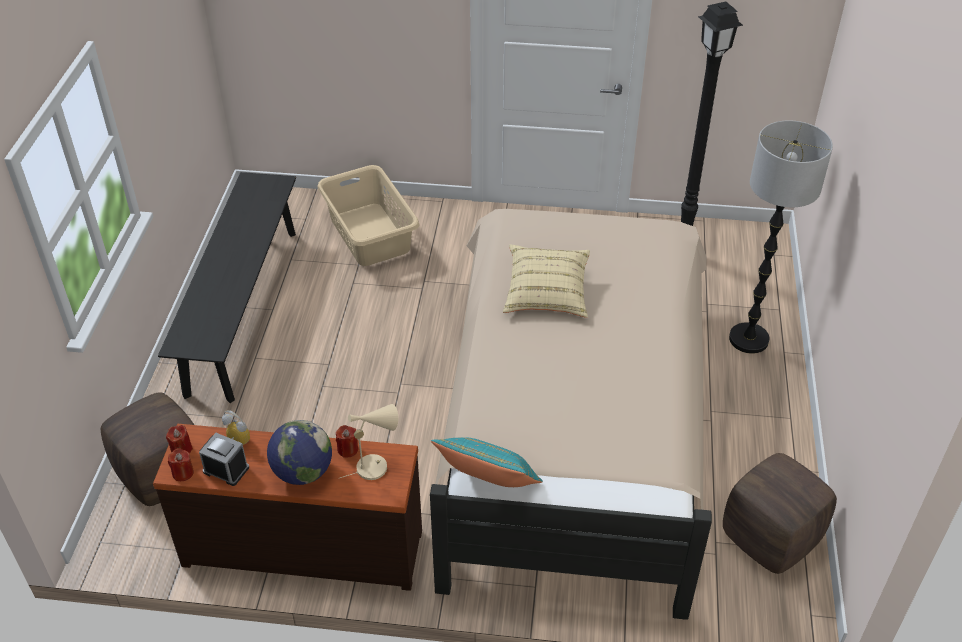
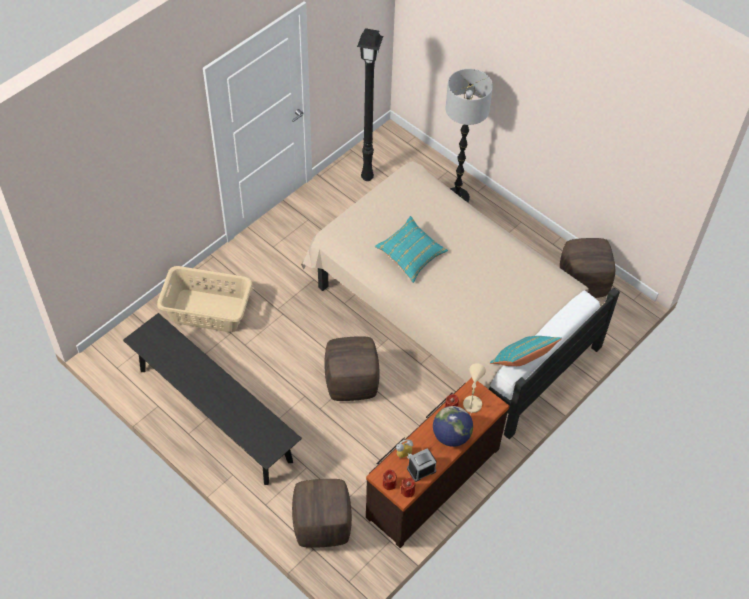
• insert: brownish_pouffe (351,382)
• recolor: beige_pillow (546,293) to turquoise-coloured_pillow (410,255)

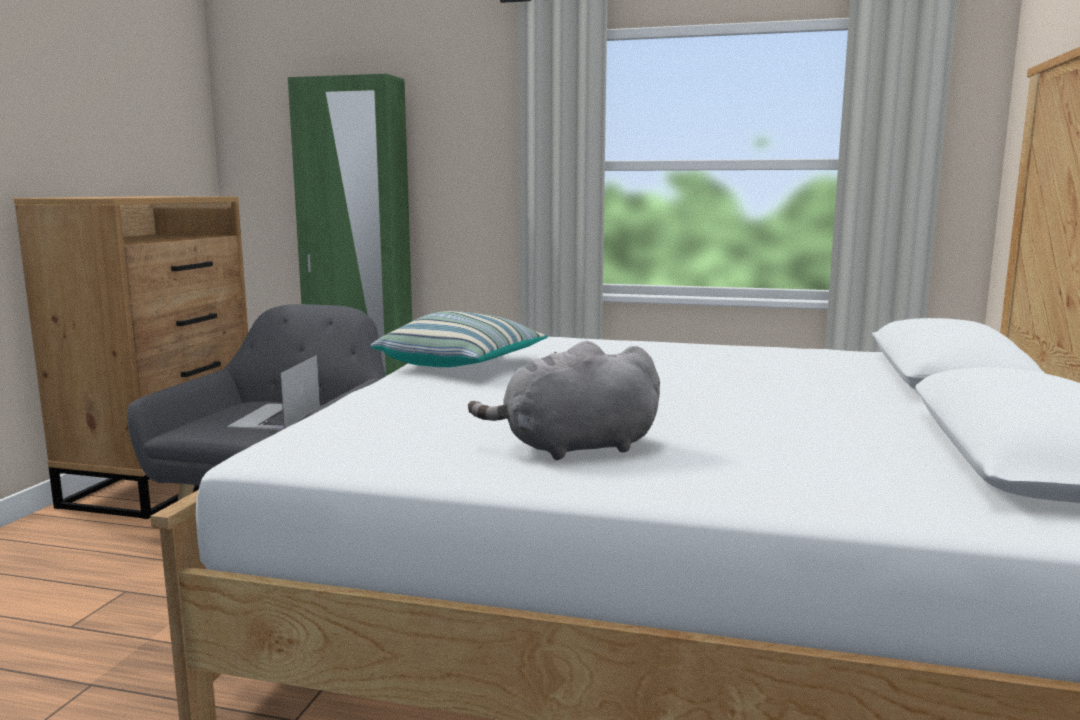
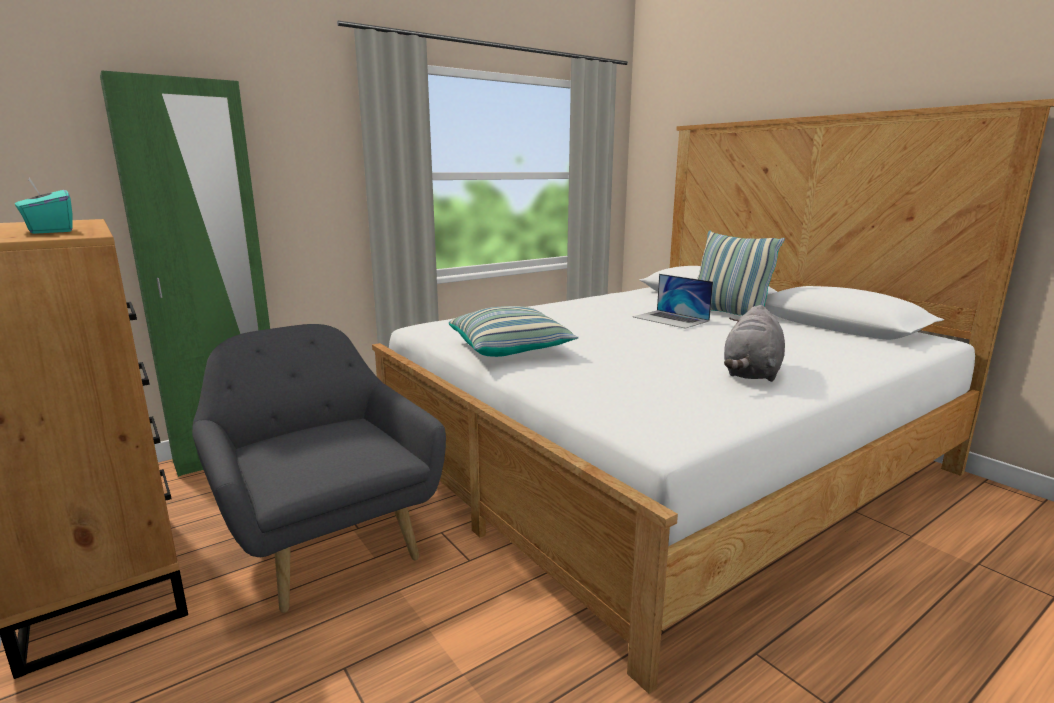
• insert: turquoise-coloured_box_of_tissues (49,231)
• move: laptop (275,416) to (670,319)
• insert: pillow (727,313)

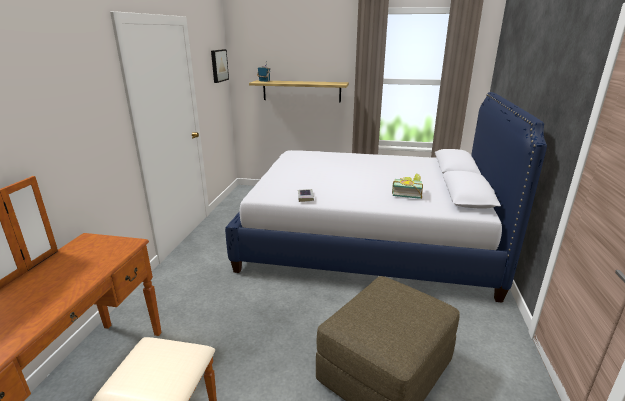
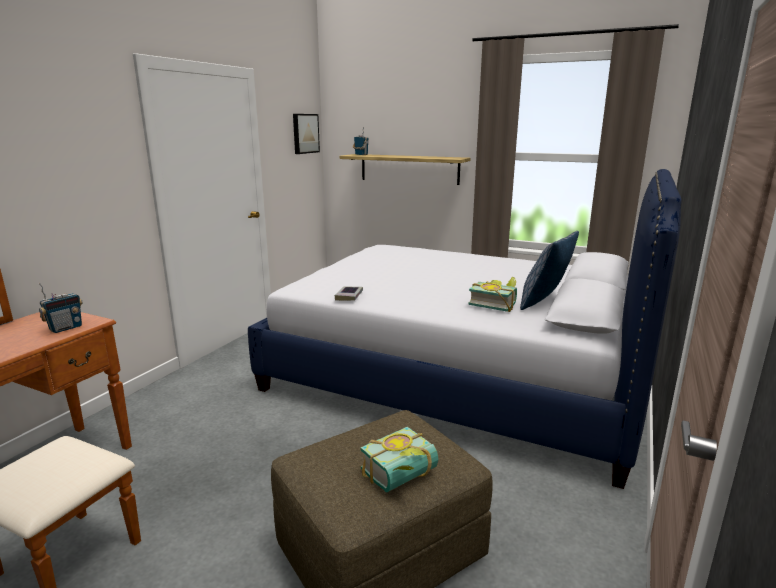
• insert: radio_set (65,328)
• insert: volume (403,477)
• insert: pillow (545,302)

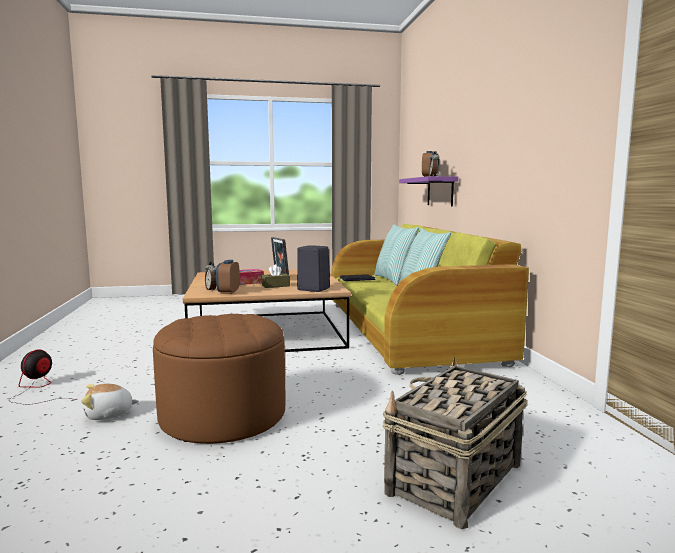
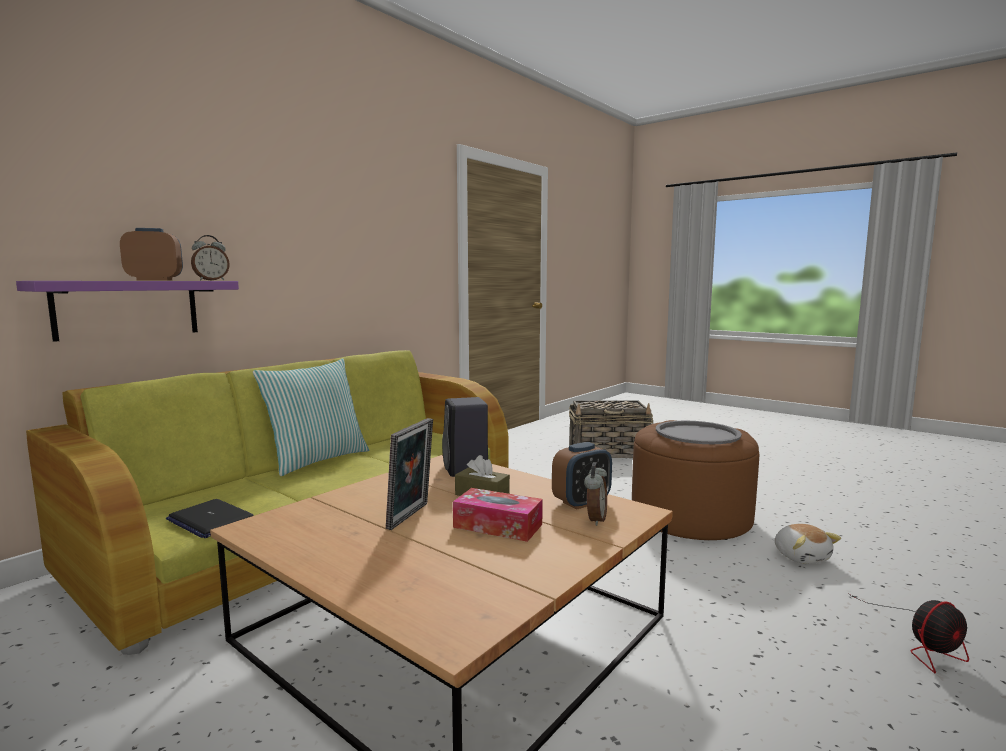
• insert: grey_tray (697,434)
• rotate: soft_toy (109,414) = (801,556) 45 degrees clockwise
• delete: pillow (394,280)

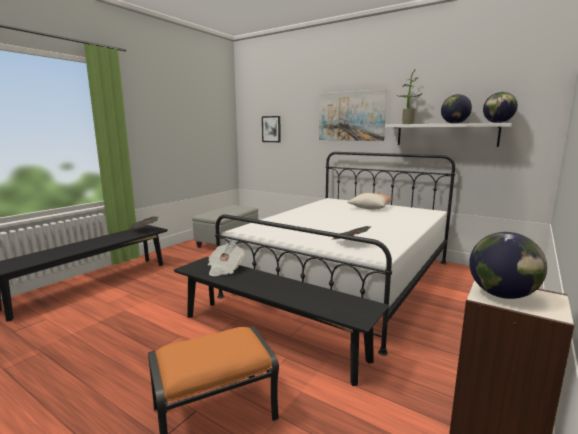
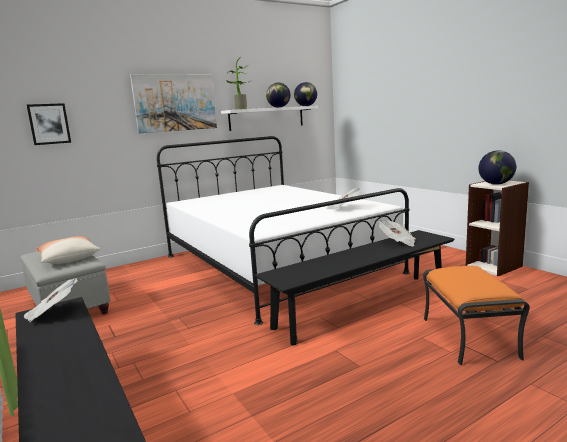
• move: pillow (370,207) to (68,259)
• move: printed_paper (225,269) to (397,242)

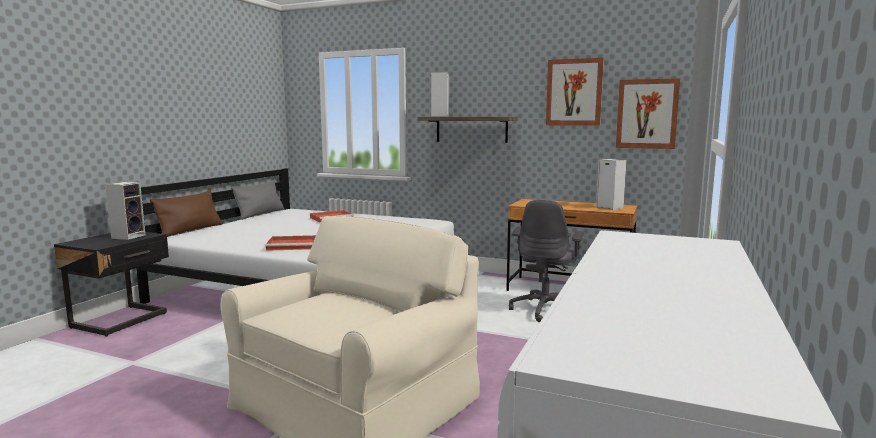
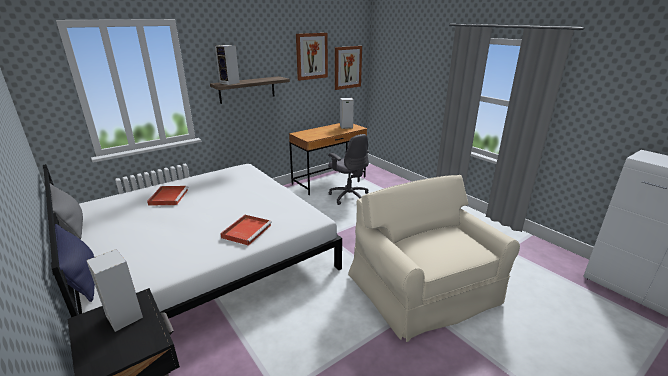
• recolor: brownish_pillow (190,230) to blue_pillow (81,278)

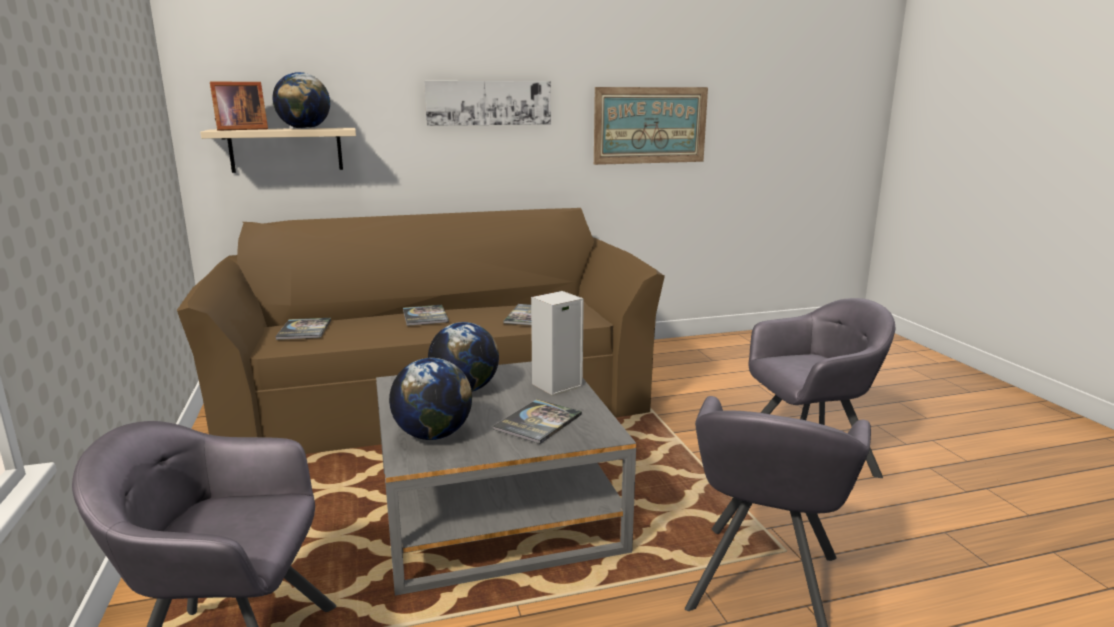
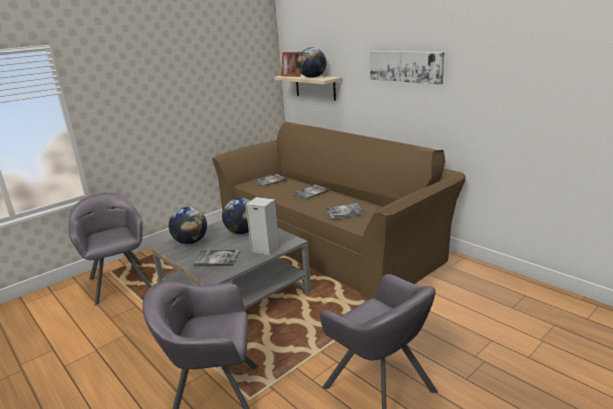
• delete: wall_picture (650,125)

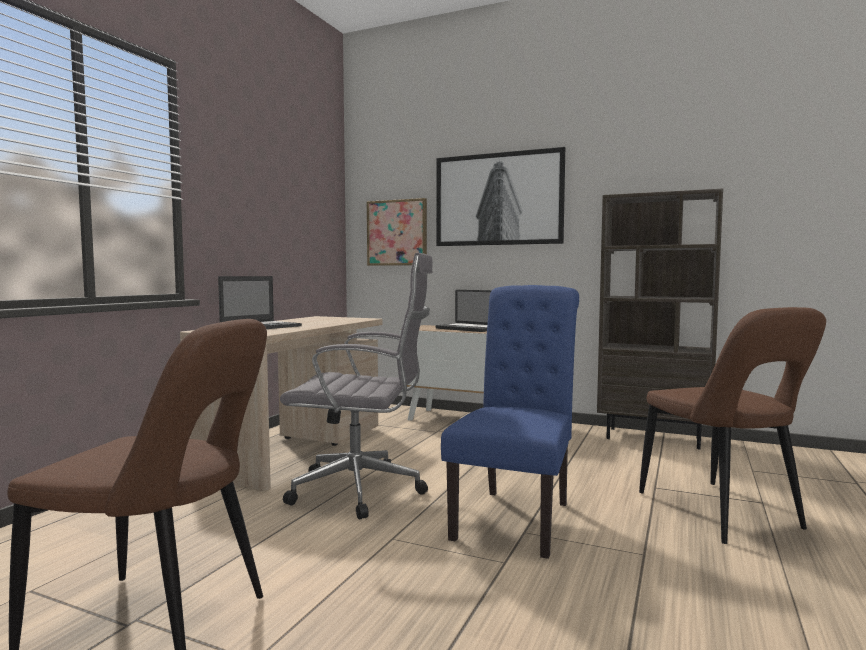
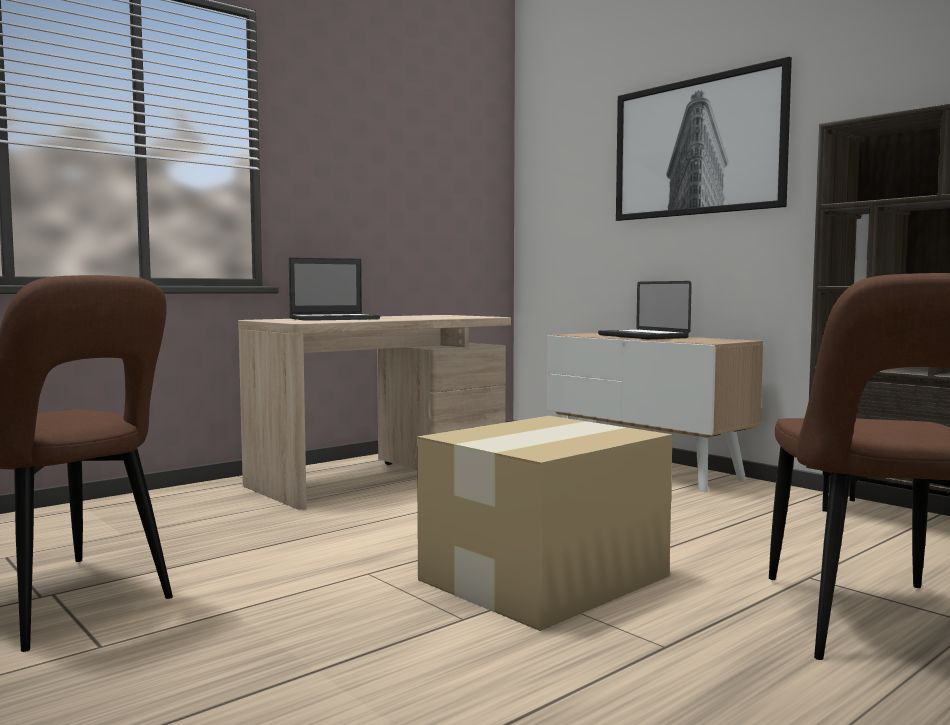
• replace: blue_upright_chair (516,517) to packing_box (547,577)
• delete: grey_desk_chair (363,491)
• delete: wall_picture (397,233)

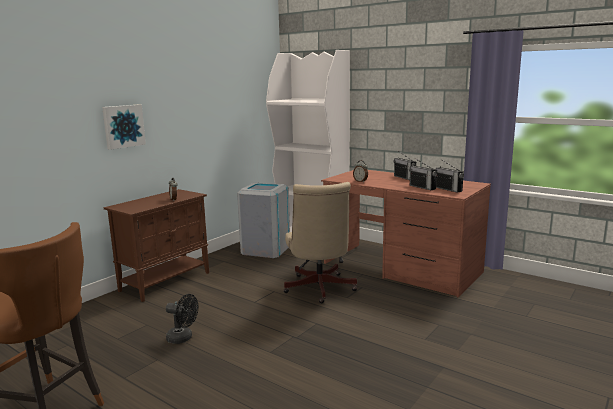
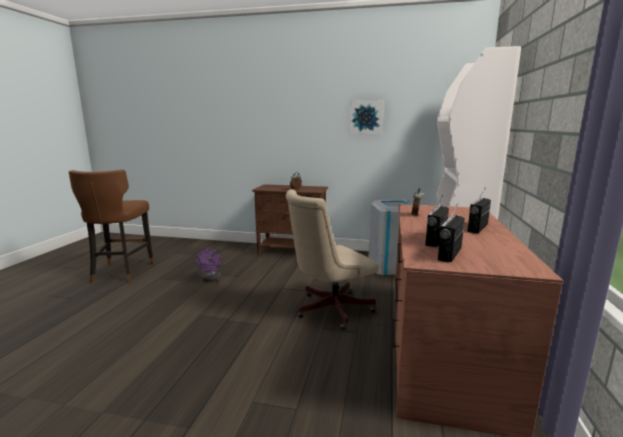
• recolor: black-coloured_fan (183,338) to purple-coloured_fan (211,280)
• move: wall_picture (123,126) to (366,117)

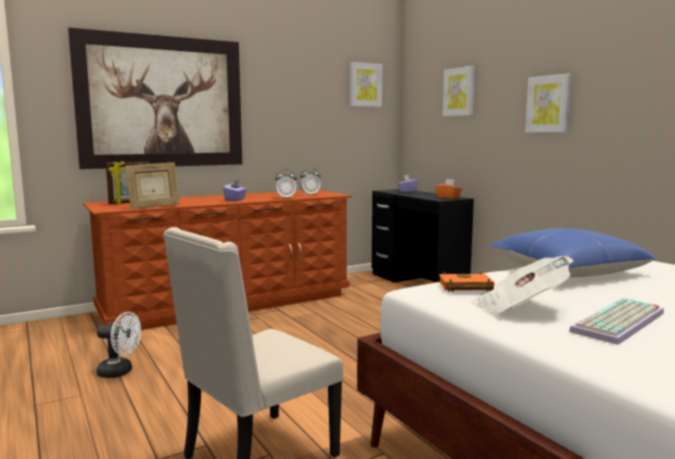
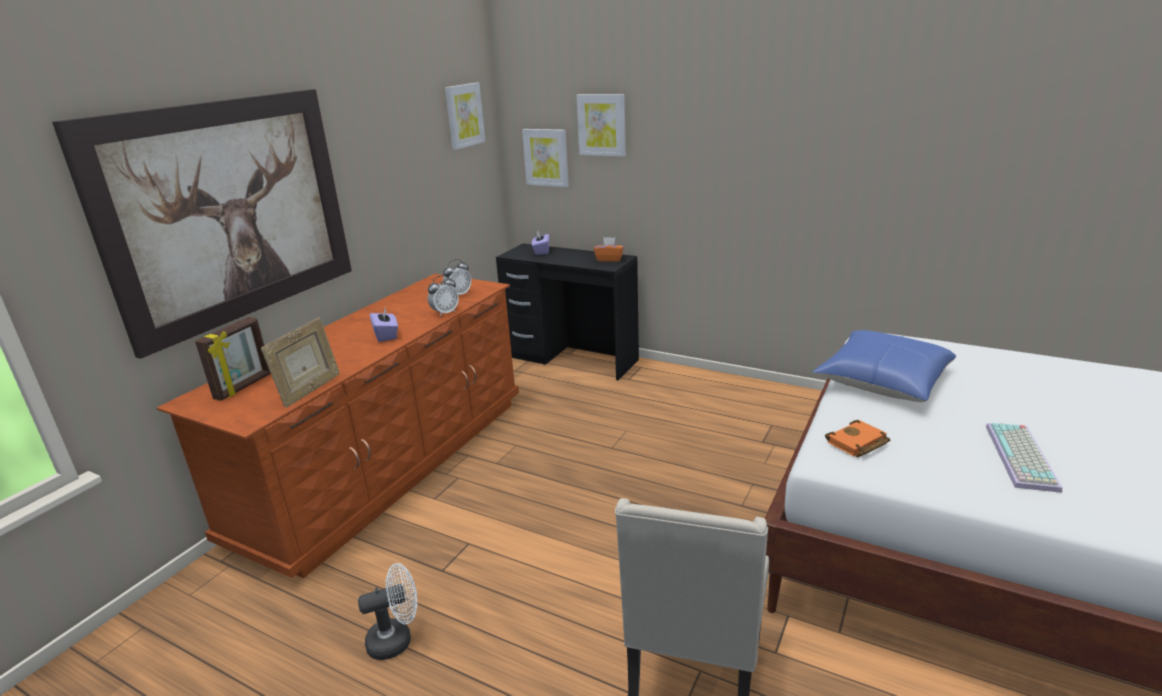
• move: wall_picture (548,104) to (546,157)
• delete: printed_paper (519,308)

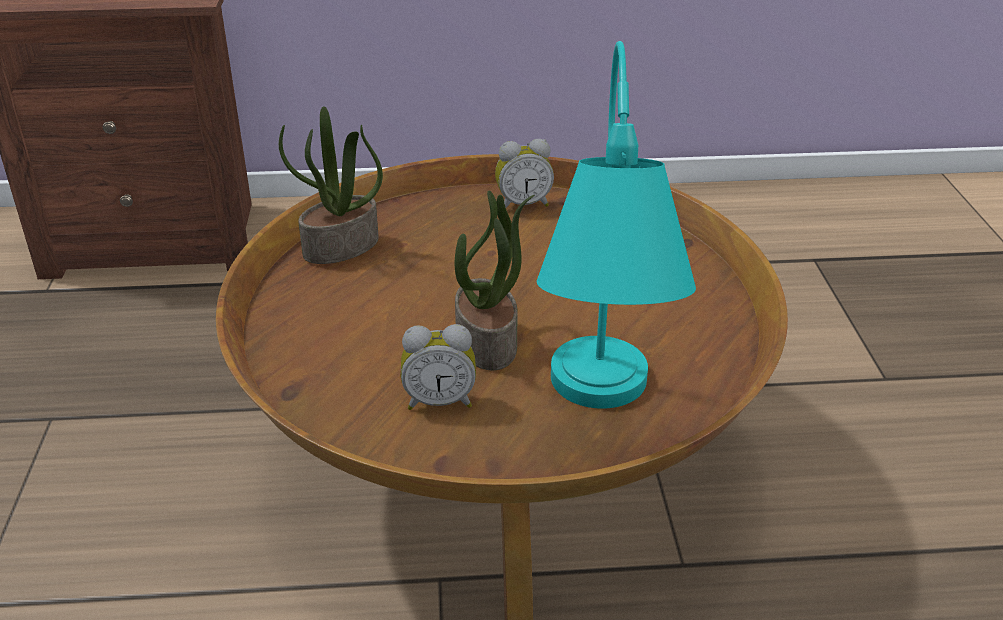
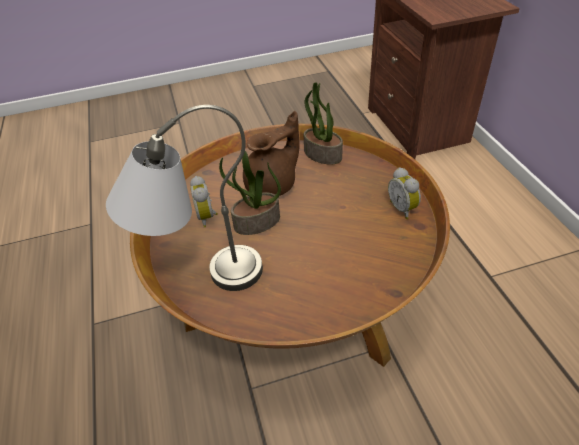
• recolor: turquoise-coloured_table_lamp (599,421) to grey_table_lamp (200,275)
• insert: brownish_teapot (273,185)

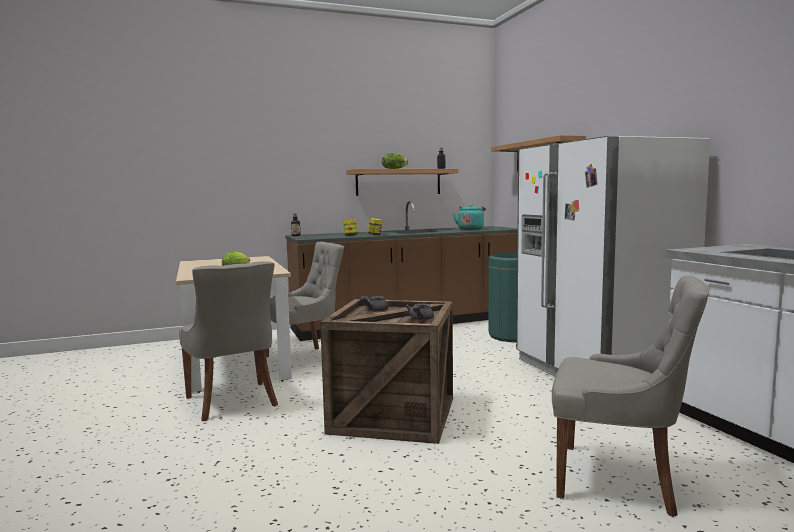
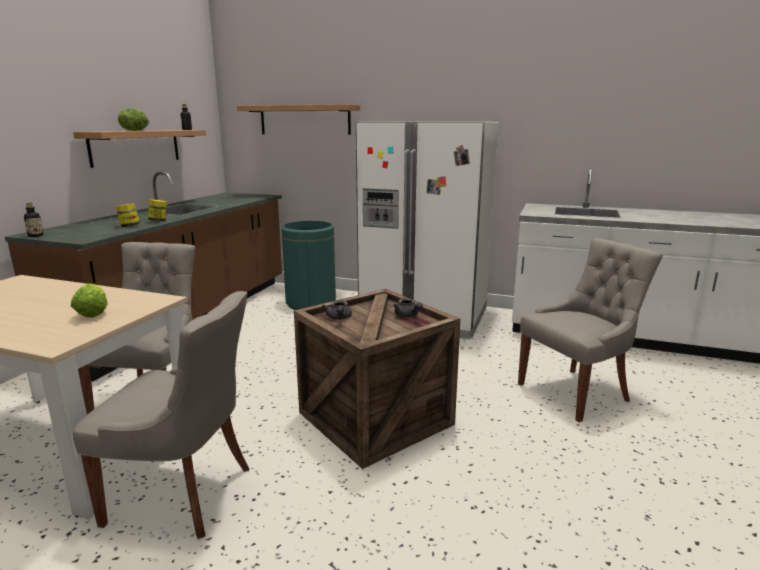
• delete: turquoise-coloured_water_kettle (470,229)

